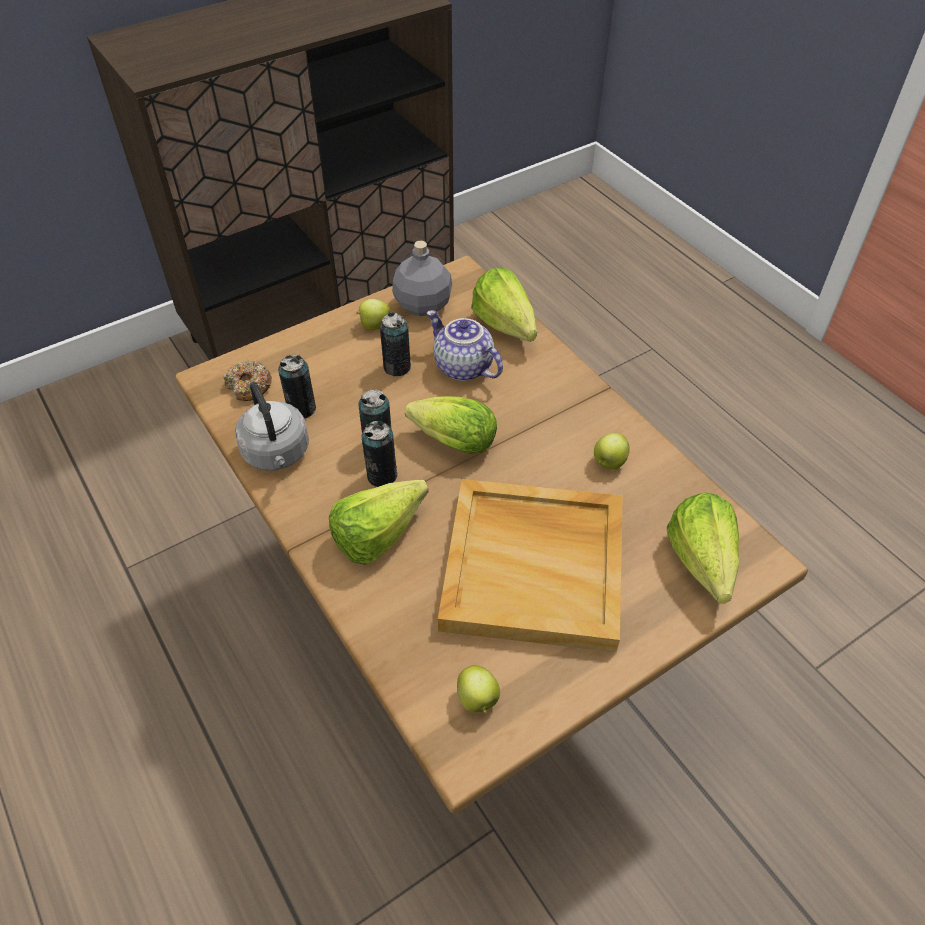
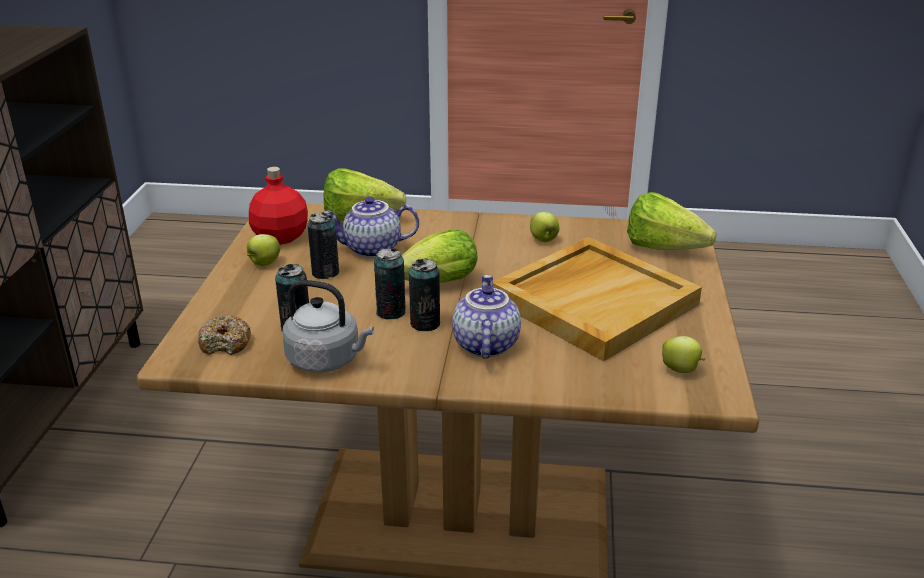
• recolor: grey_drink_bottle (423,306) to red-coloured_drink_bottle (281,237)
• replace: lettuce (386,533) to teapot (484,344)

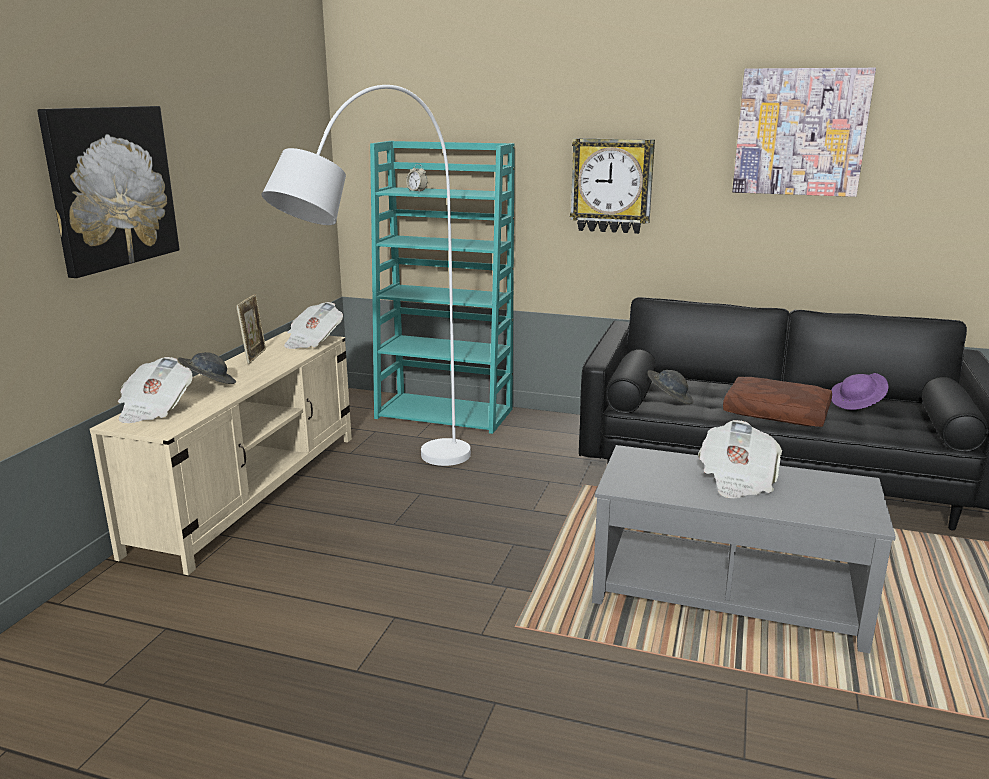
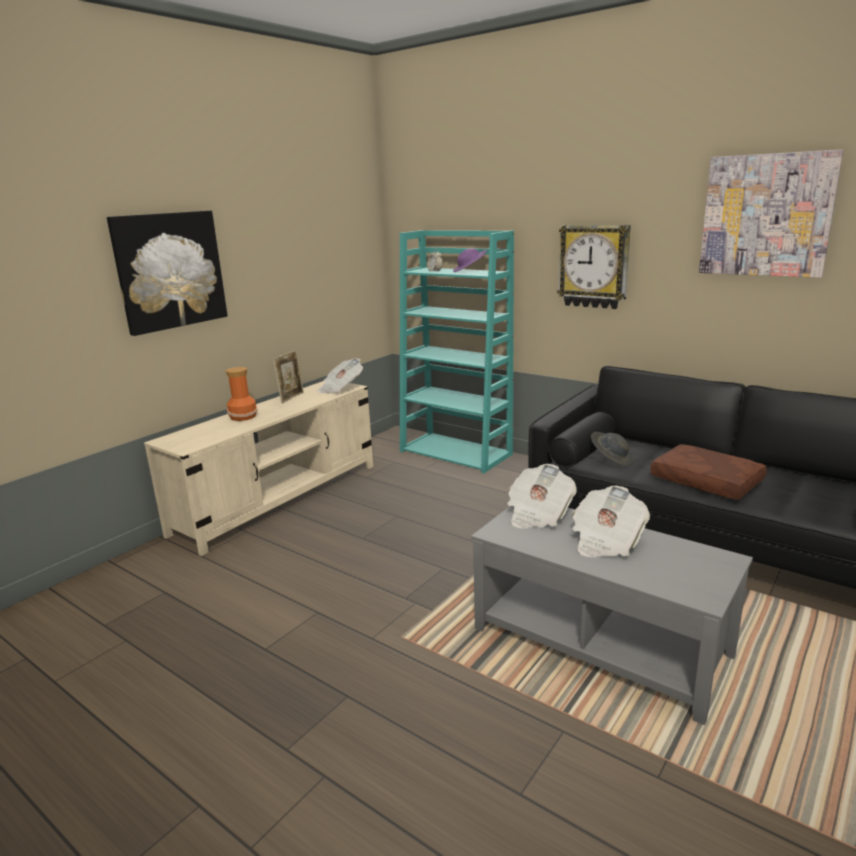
• replace: grey_wearable_hat (209,384) to vase (243,416)
• move: purple-coloured_wearable_hat (857,403) to (470,271)
• move: printed_paper (154,410) to (538,514)
• delete: white-coloured_standing_lamp (388,492)

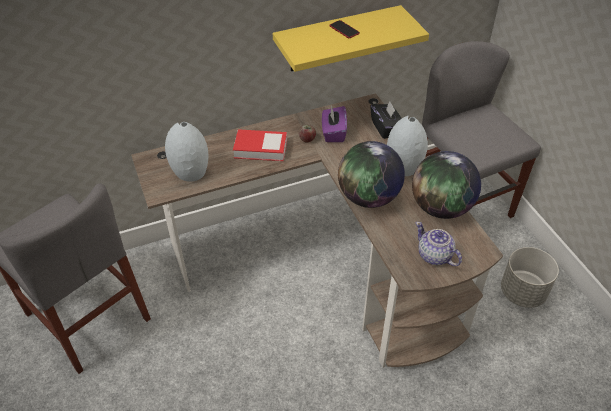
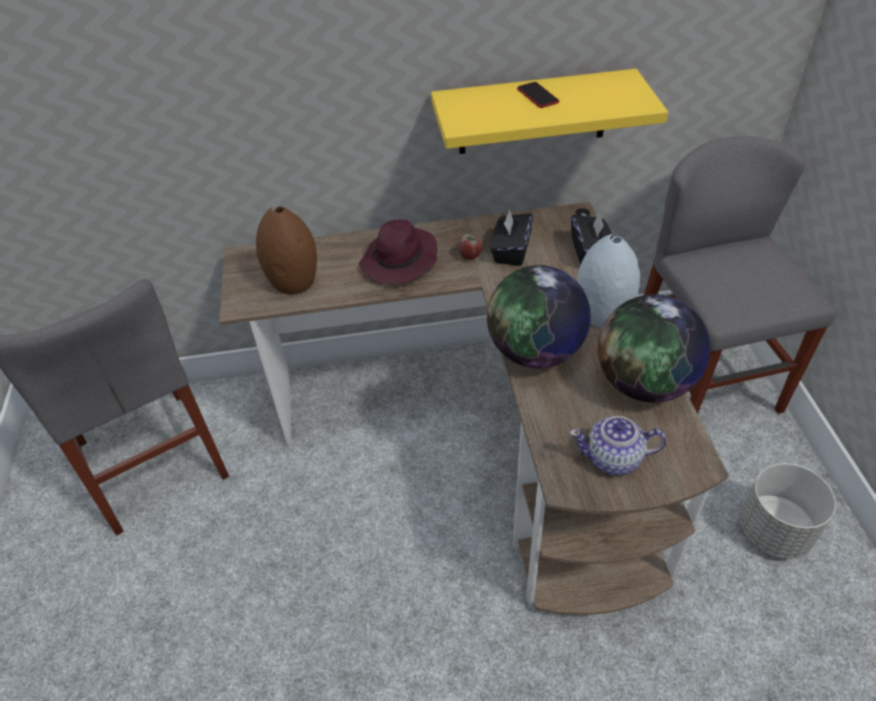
• recolor: grey_vase (191,173) to brownish_vase (293,282)
• replace: volume (260,149) to purple-coloured_wearable_hat (400,261)
• recolor: purple-coloured_box_of_tissues (333,133) to black-coloured_box_of_tissues (510,251)
• rotate: teapot (434,256) = (614,459) 60 degrees counterclockwise

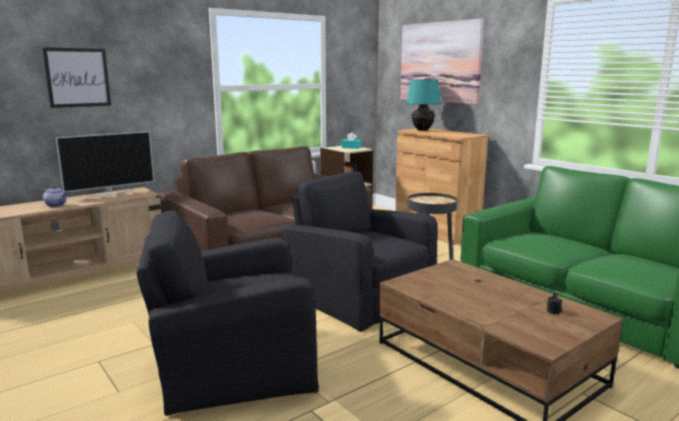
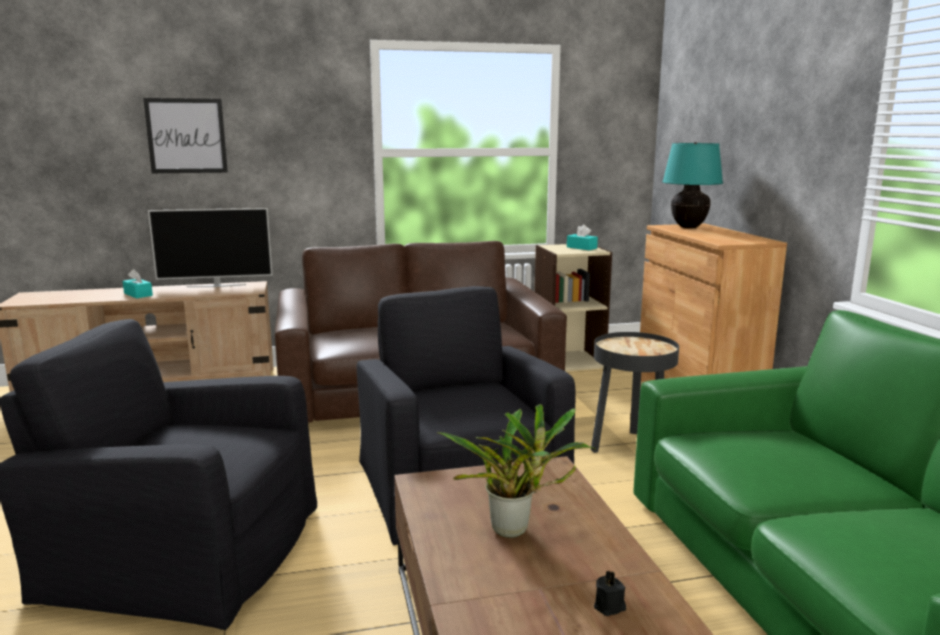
• replace: teapot (56,205) to turquoise-coloured_box_of_tissues (138,294)
• insert: houseplant (515,531)
• delete: wall_picture (439,62)

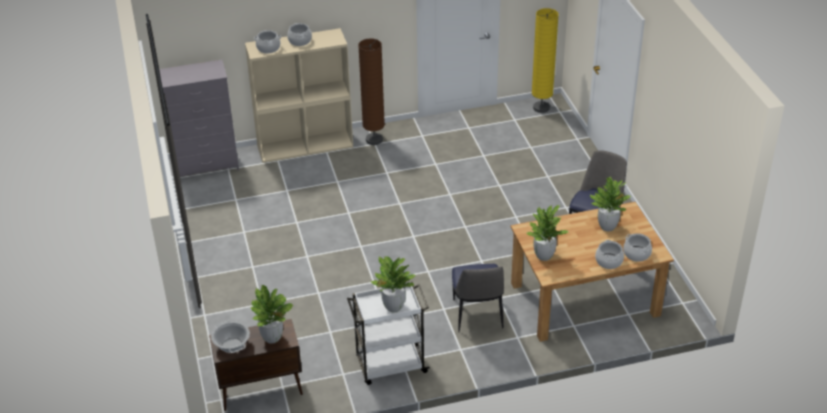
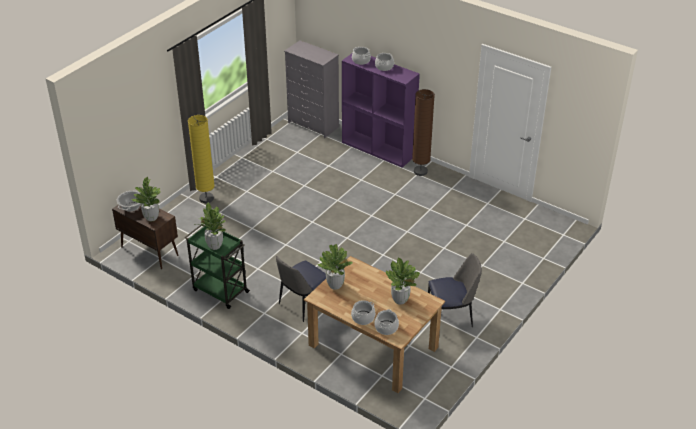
• recolor: white-coloured_wheeled_cart (390,365) to green_wheeled_cart (219,290)
• move: yellow_standing_lamp (541,108) to (206,198)
• recolor: beige_bookshelf (305,146) to purple-coloured_bookshelf (379,149)

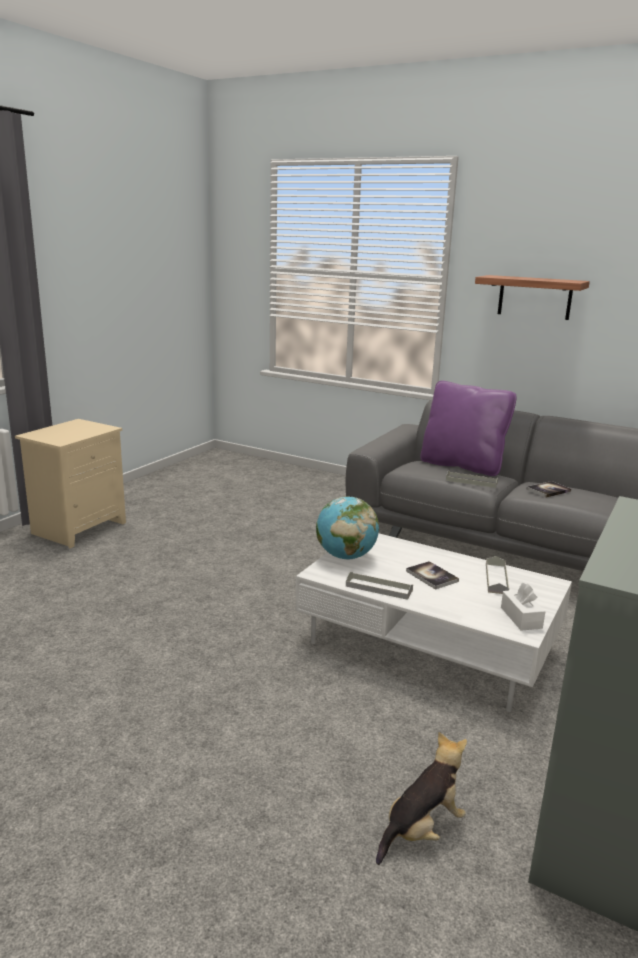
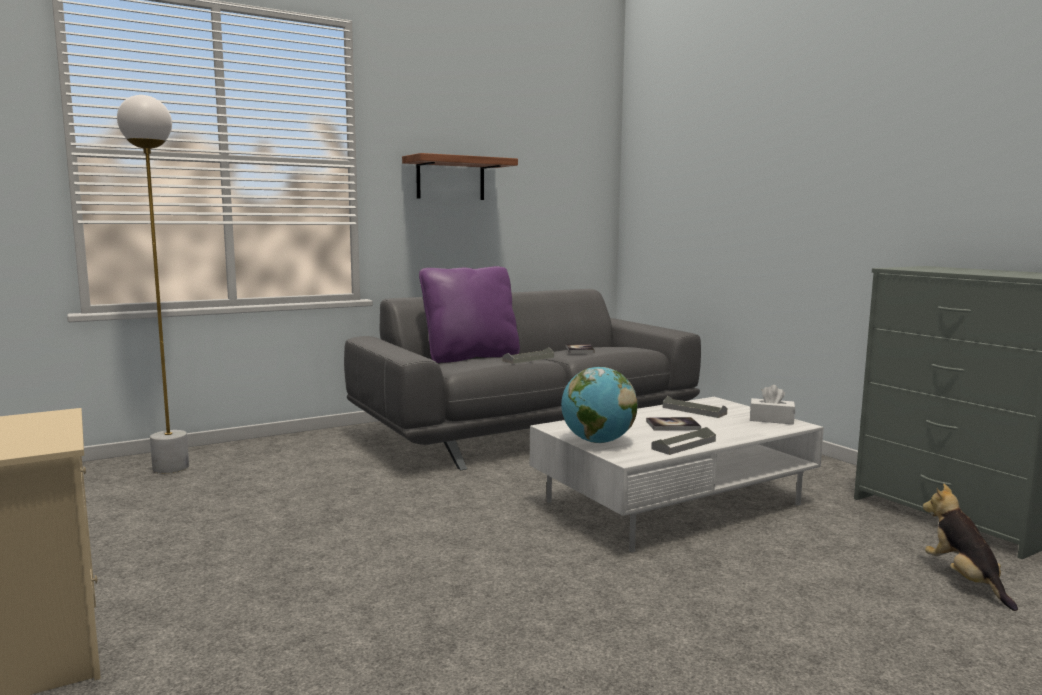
• insert: white-coloured_standing_lamp (170,468)

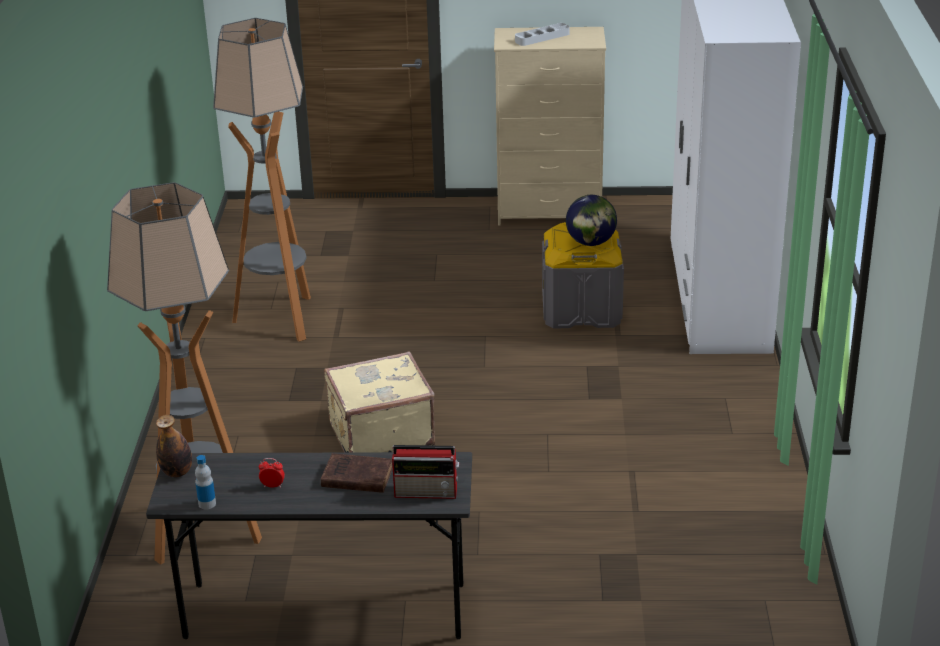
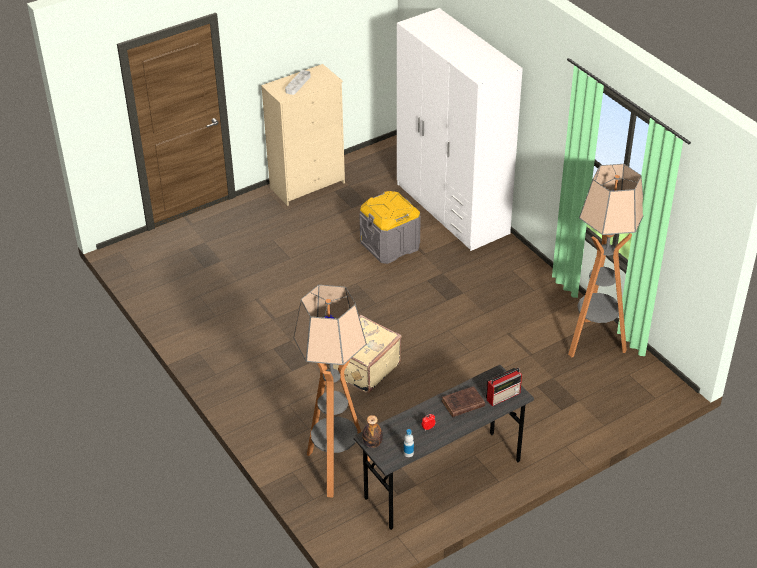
• move: standing_lamp (280,319) to (594,342)
• delete: world_globe (591,242)

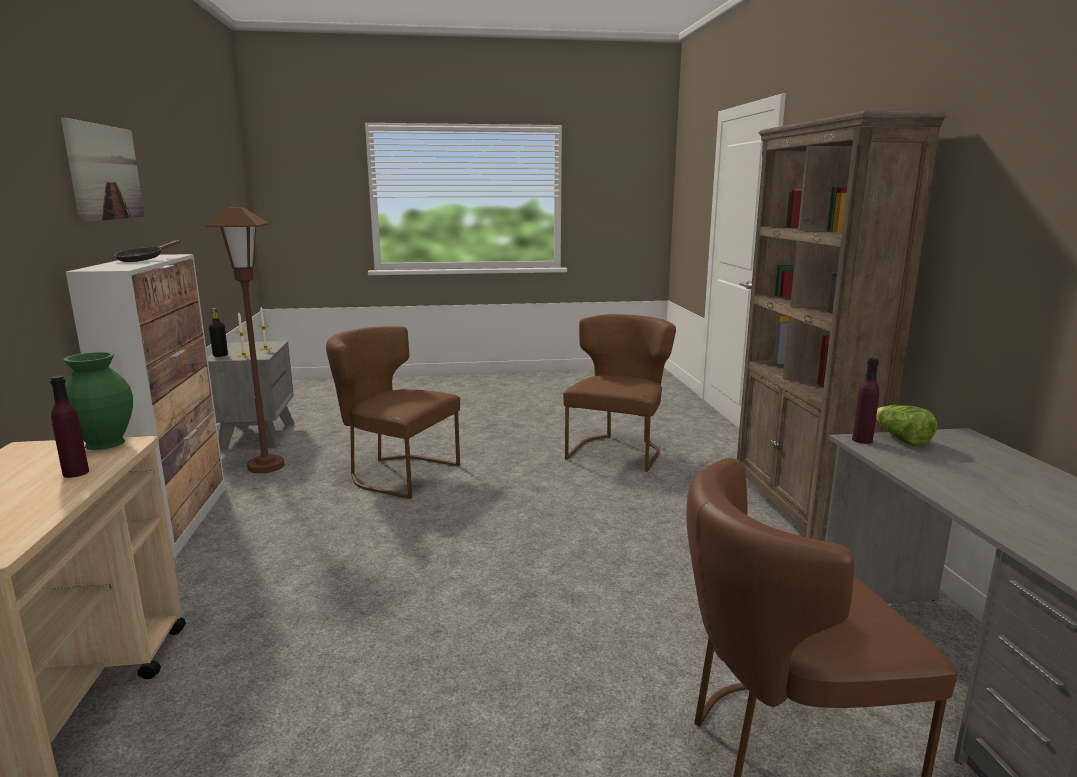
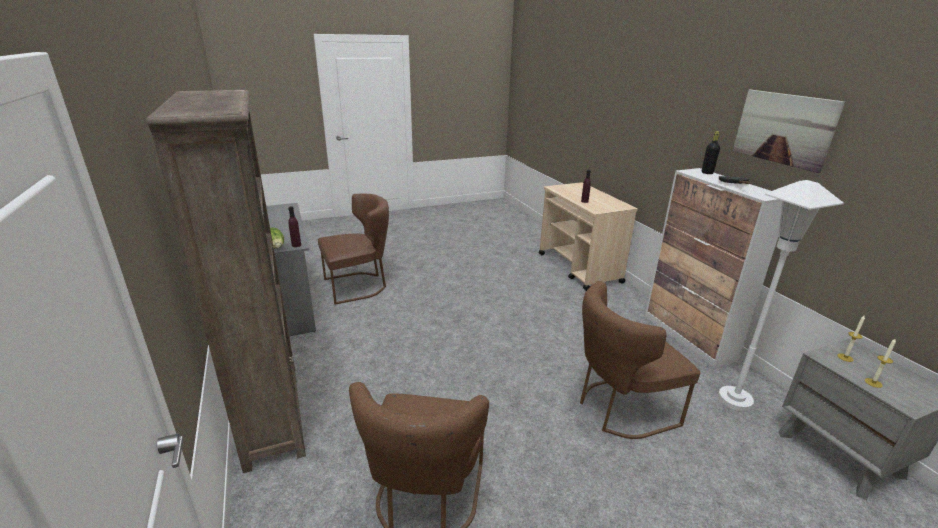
• rotate: brownish_upright_chair (396,473) = (620,408) 150 degrees clockwise
• move: black-coloured_drink_bottle (220,355) to (707,173)
• recolor: brownish_standing_lamp (266,466) to white-coloured_standing_lamp (735,400)
• delete: green_vase (106,443)

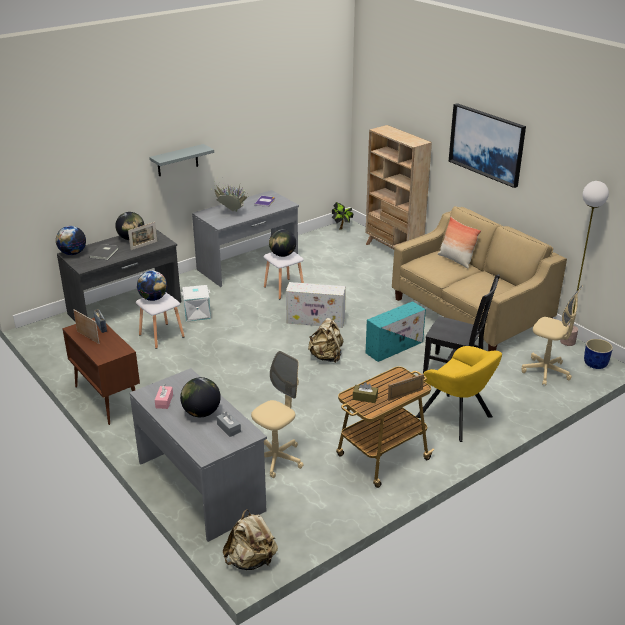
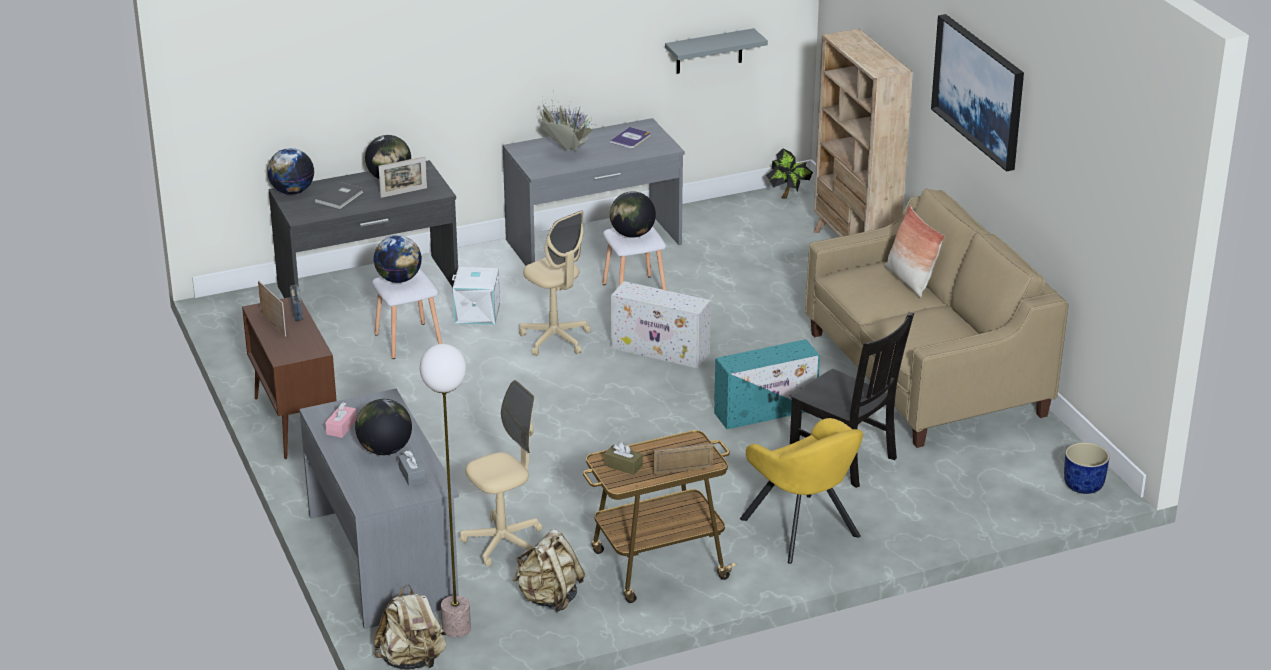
• move: standing_lamp (568,342) to (457,628)
• move: beige_knapsack (326,357) to (549,598)
• move: beige_desk_chair (546,372) to (555,339)
• move: grey_shelf (177,160) to (709,51)

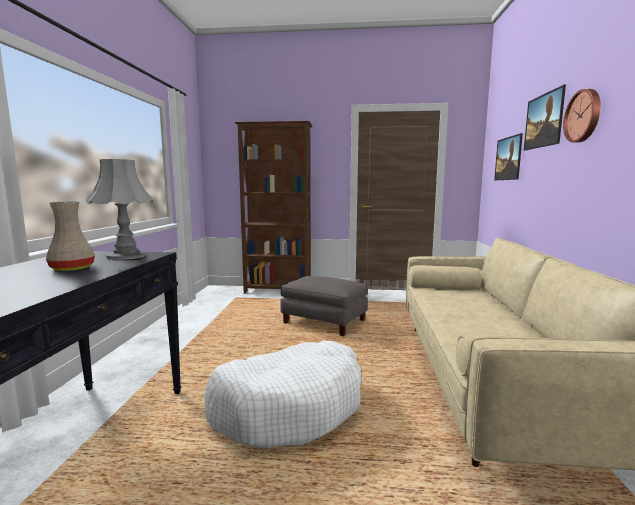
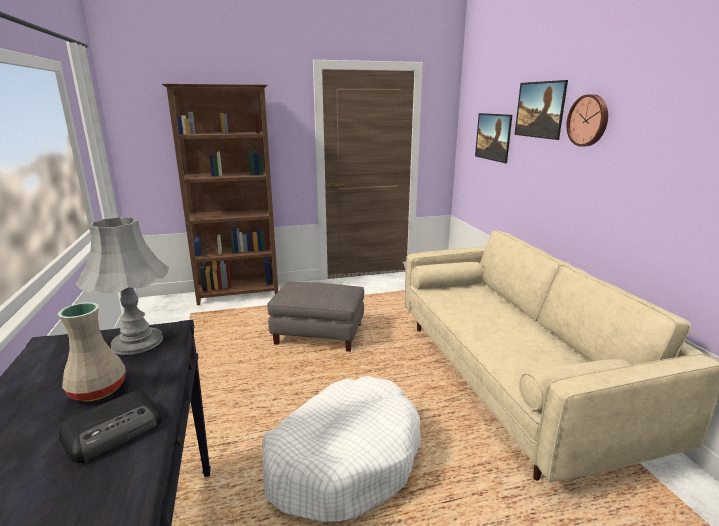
• insert: radio_set (115,431)

